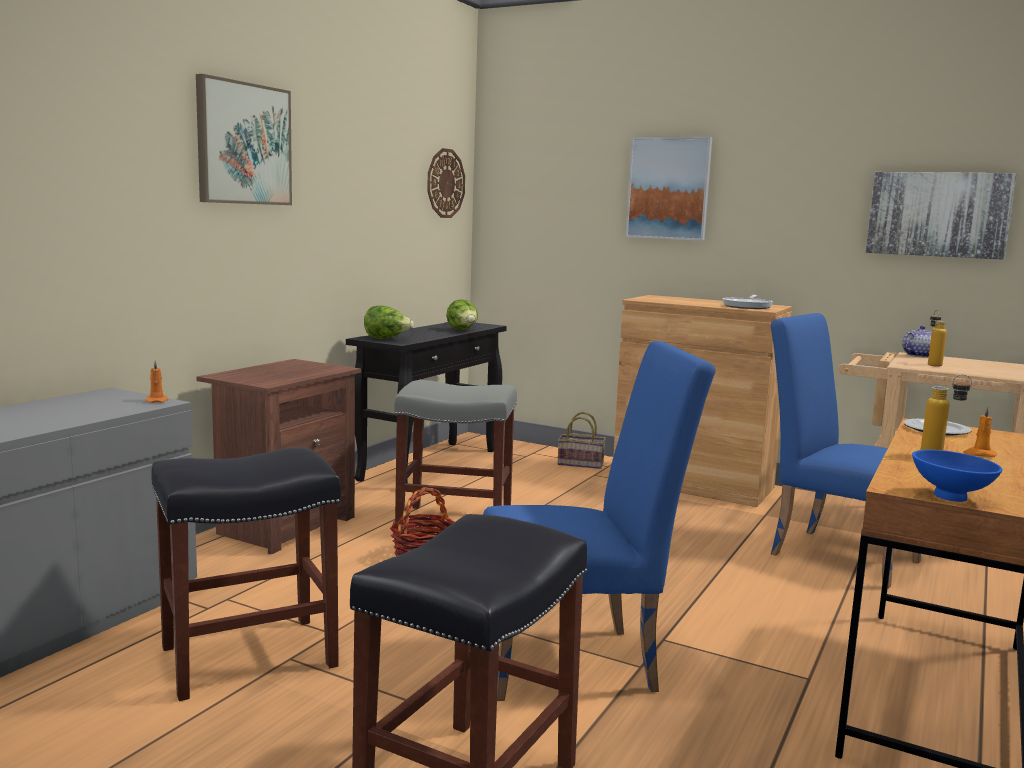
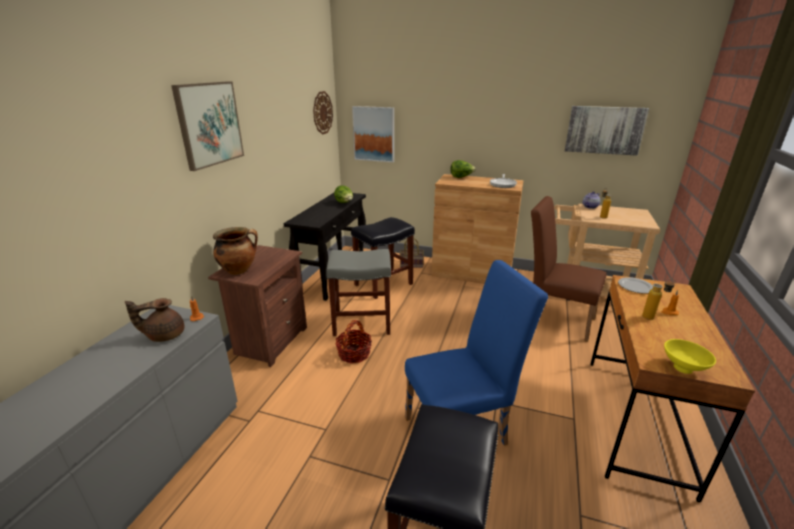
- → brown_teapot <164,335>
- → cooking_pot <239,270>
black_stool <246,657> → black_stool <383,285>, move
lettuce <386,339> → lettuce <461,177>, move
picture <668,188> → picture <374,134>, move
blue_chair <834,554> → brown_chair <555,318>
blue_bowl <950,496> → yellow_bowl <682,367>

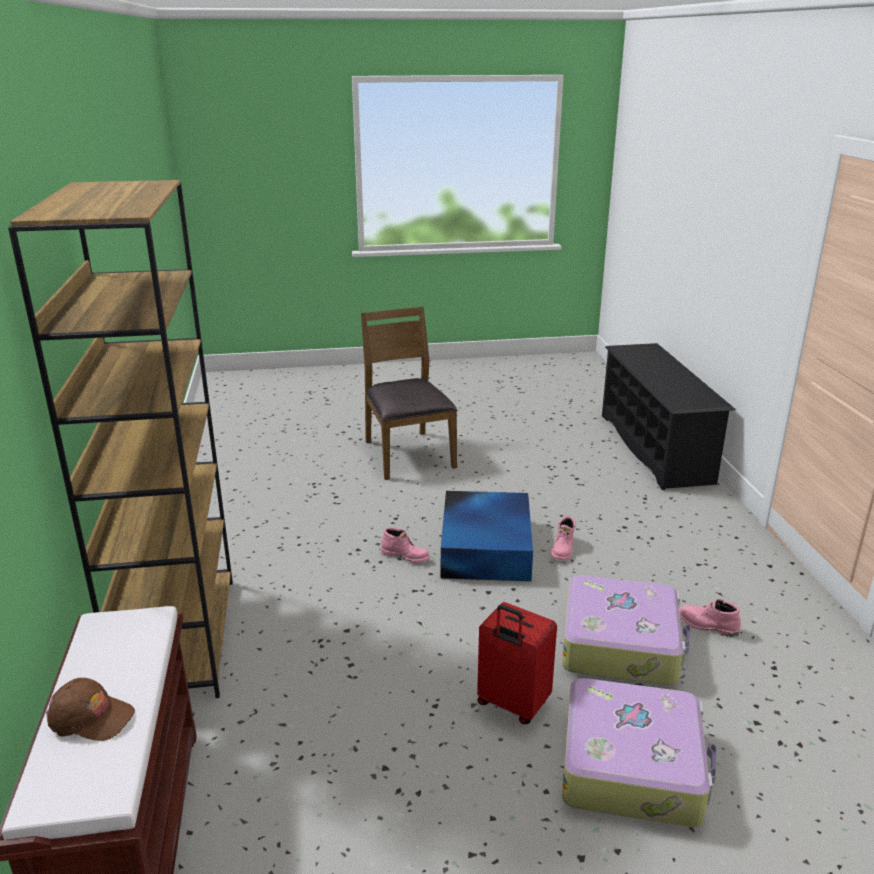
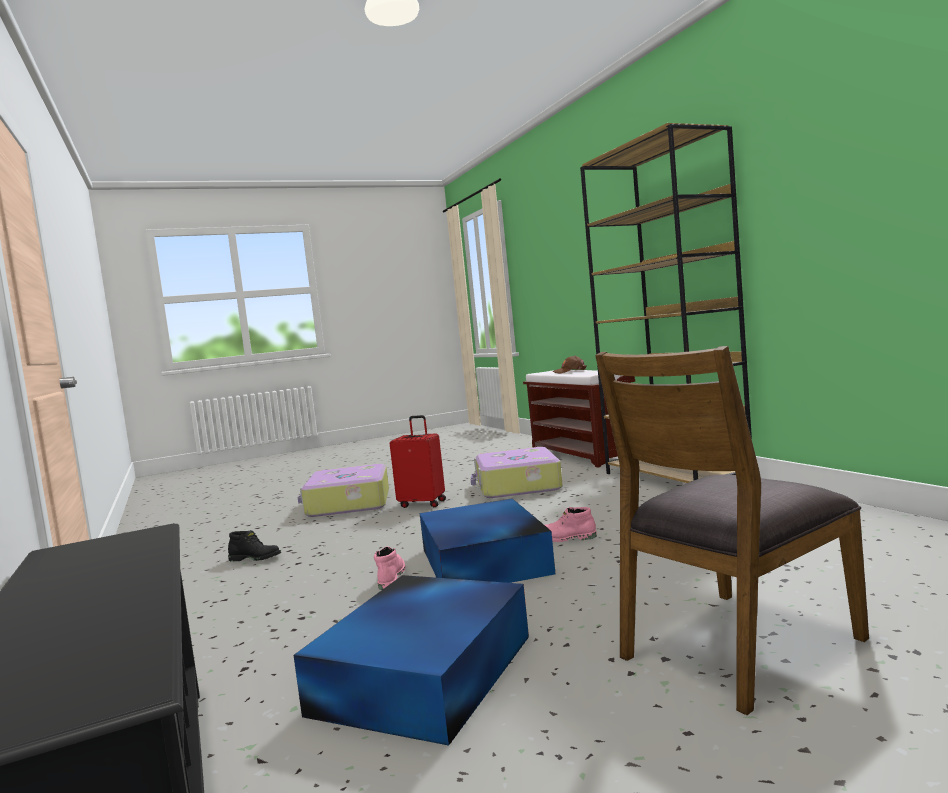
- → blue_storage_box <427,672>
suitcase <621,644> → suitcase <517,486>, move
pink_boot <707,626> → black_boot <256,558>
brown_chair <407,454> → brown_chair <737,647>, 90 degrees clockwise

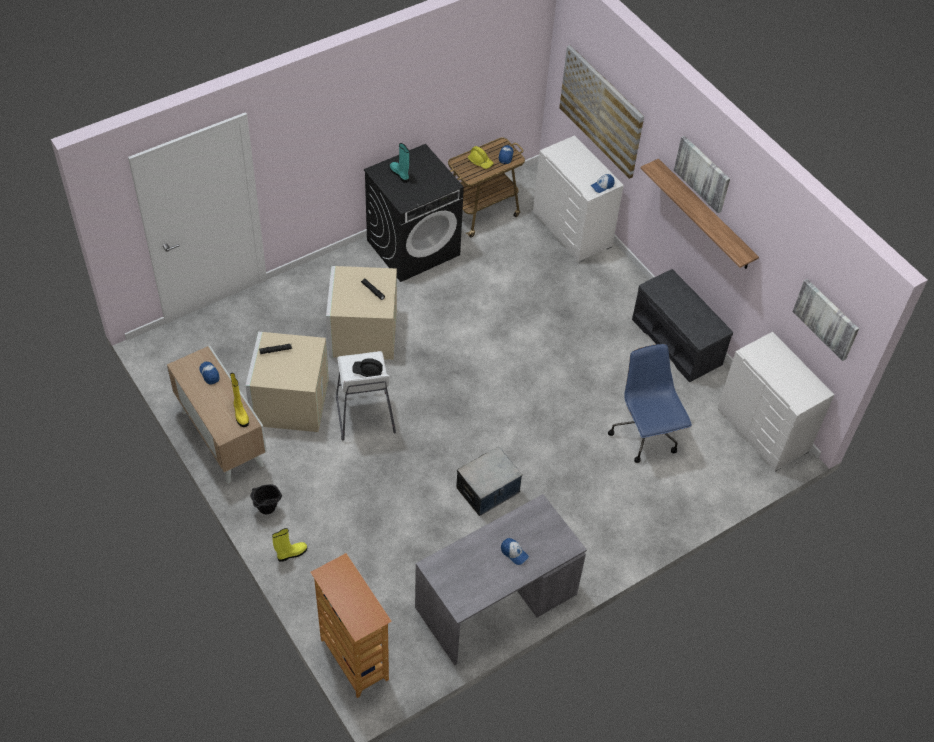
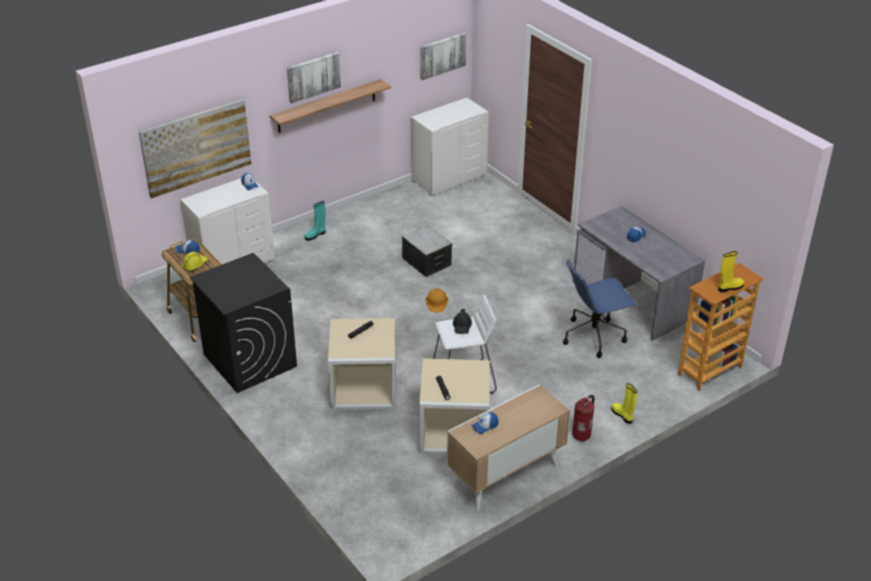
grey_bench <678,342> → -
- → orange_hard_hat <437,302>
yellow_boot <240,414> → yellow_boot <730,287>, move
turquoise_boot <400,174> → turquoise_boot <316,235>, move
storage_box <488,491> → storage_box <427,262>, move
blue_office_chair <645,435> → blue_office_chair <594,336>, move
black_bucket <267,511> → fire_extinguisher <582,435>

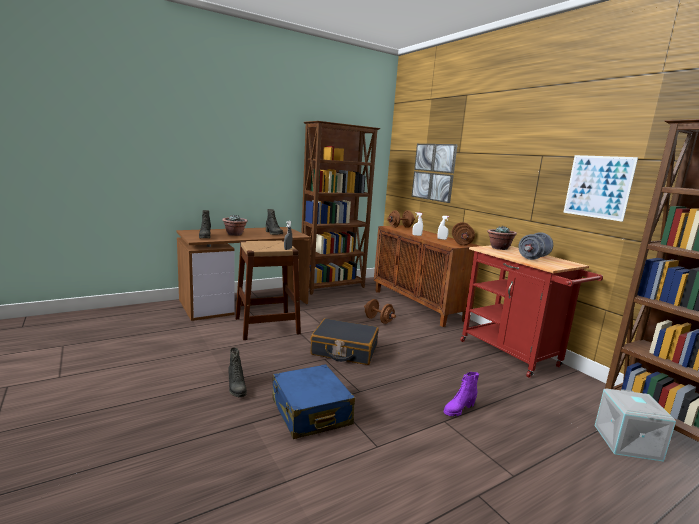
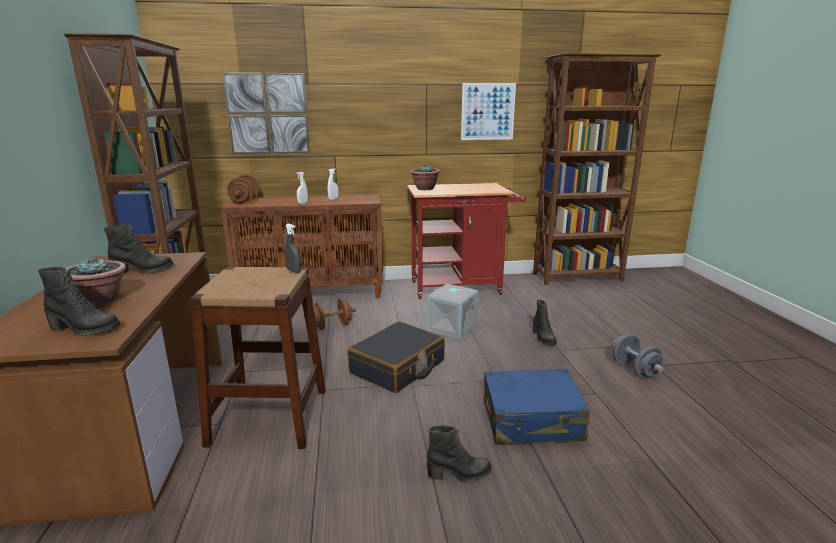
brown_dumbbell <461,243> → -
grey_dumbbell <533,257> → grey_dumbbell <635,369>, move
grey_storage_box <625,442> → grey_storage_box <451,327>, move
purple_boot <458,409> → black_boot <543,338>

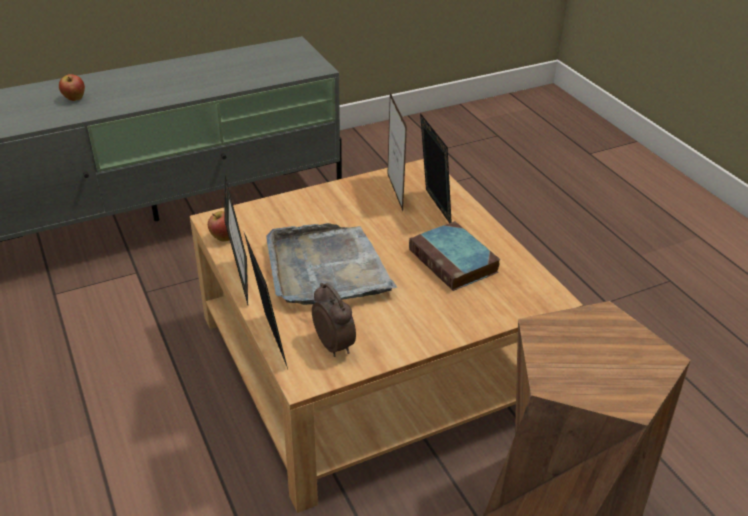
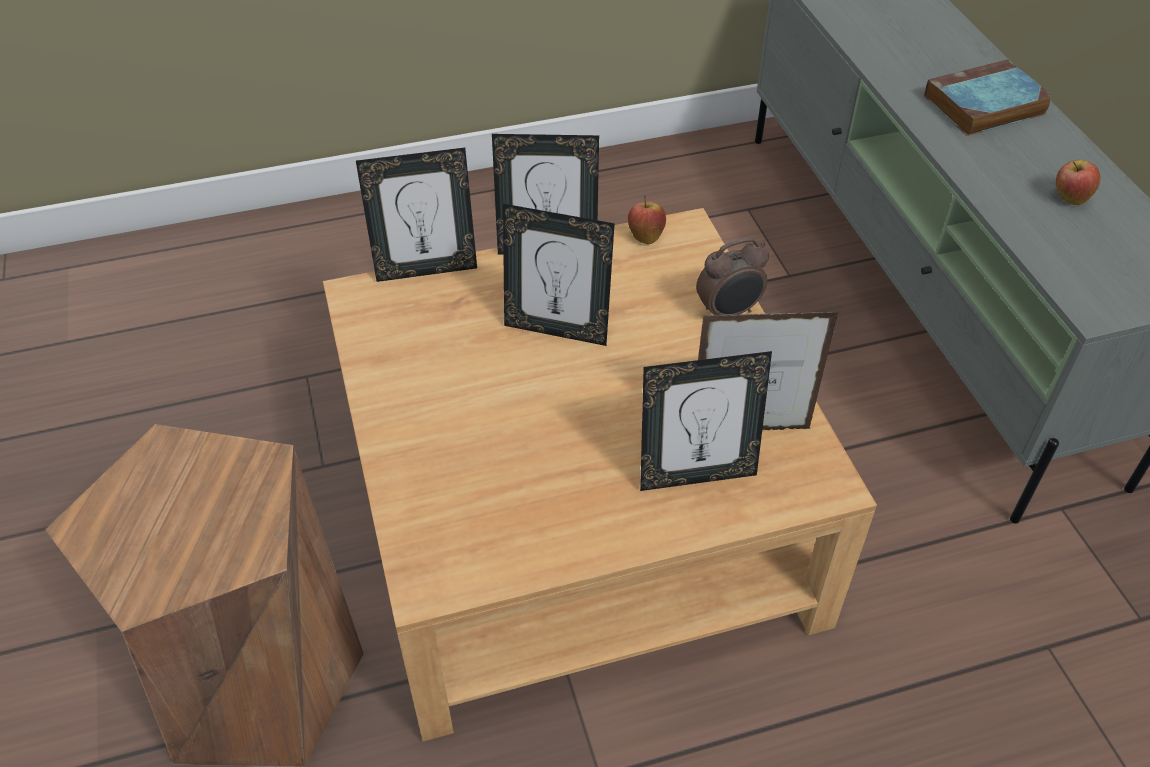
apple <74,99> → apple <1070,199>, move
alarm_clock <334,345> → alarm_clock <729,312>, move
book <455,262> → book <983,106>, move
grey_tray <326,268> → picture_frame <557,329>

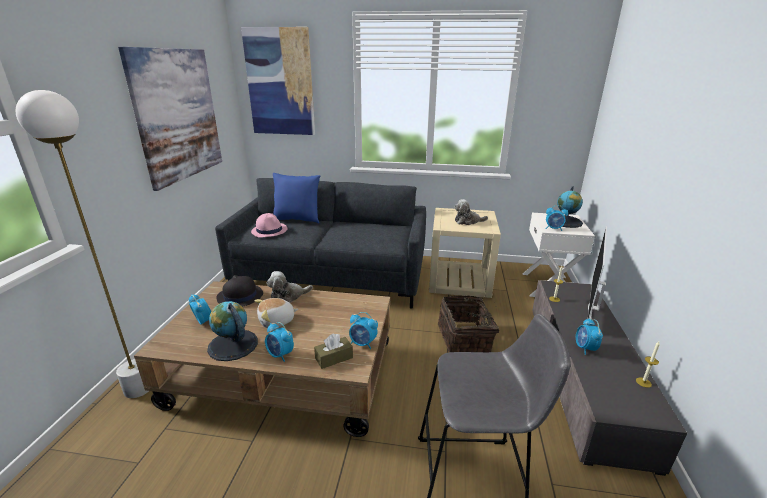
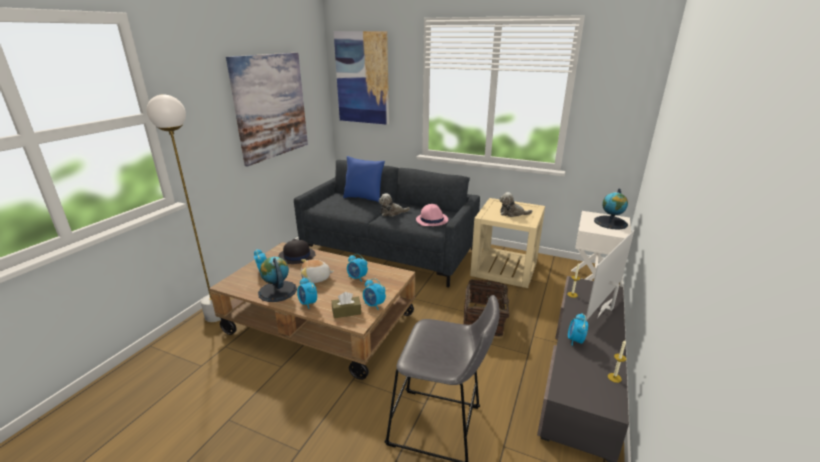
pink_hat <269,230> → pink_hat <432,220>, move
plush_toy <288,296> → plush_toy <392,213>, move
alarm_clock <554,229> → alarm_clock <357,278>, move

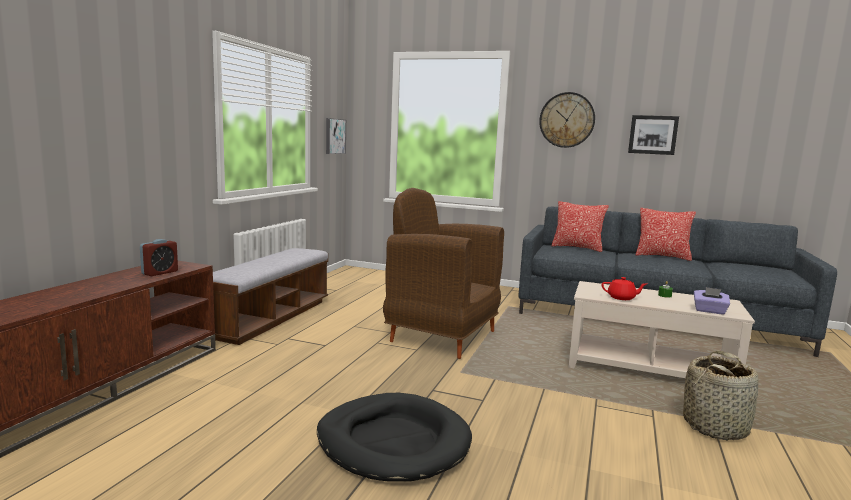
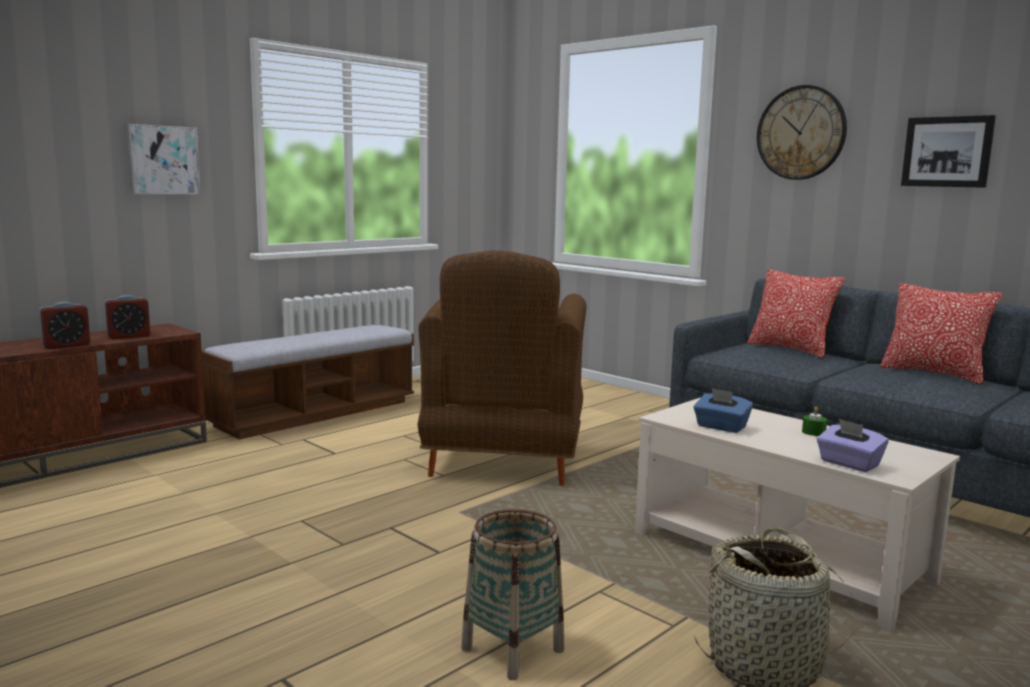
black_dog_bed <393,442> → -
- → alarm_clock <66,345>
- → basket <512,649>
picture <334,136> → picture <163,160>, move
red_teapot <622,298> → blue_tissue_box <721,427>
brown_armchair <441,336> → brown_armchair <503,463>, 135 degrees counterclockwise

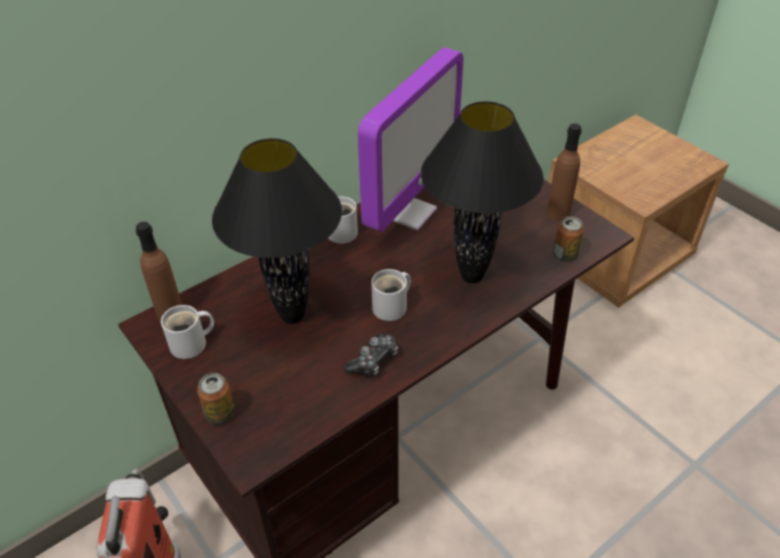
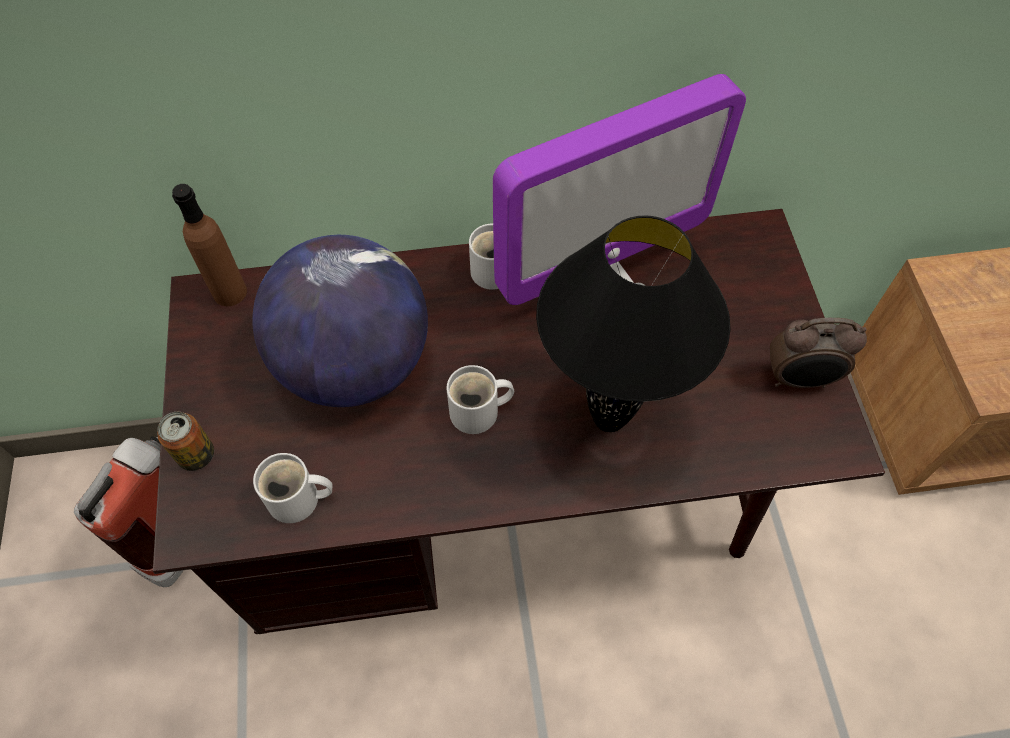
game_controller <373,361> → -
can <564,255> → -
white_mug <192,344> → white_mug <298,501>, move
black_table_lamp <291,317> → globe <354,364>
brown_bottle <558,214> → alarm_clock <799,379>

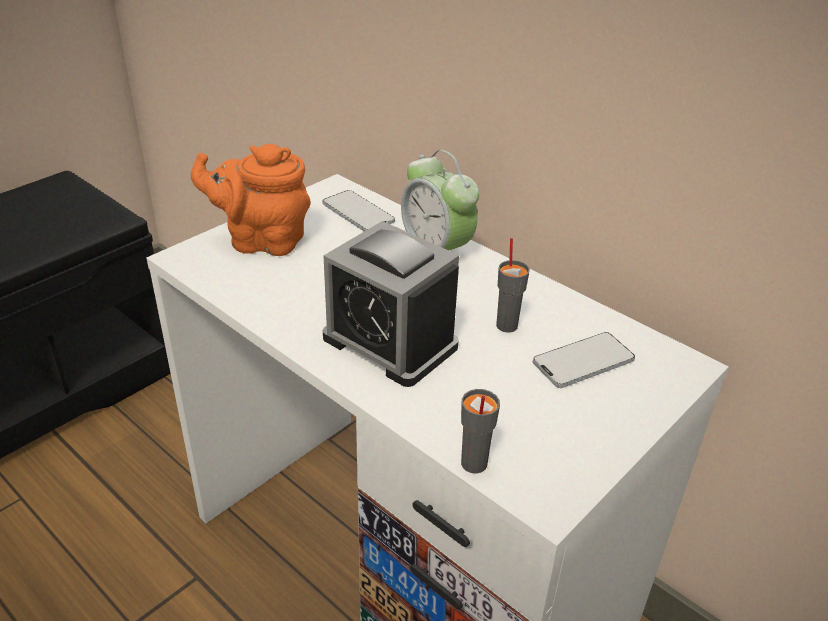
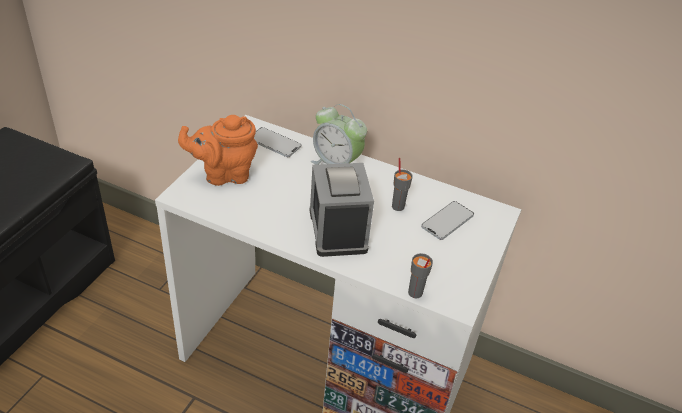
alarm_clock <390,342> → alarm_clock <337,230>, 60 degrees clockwise

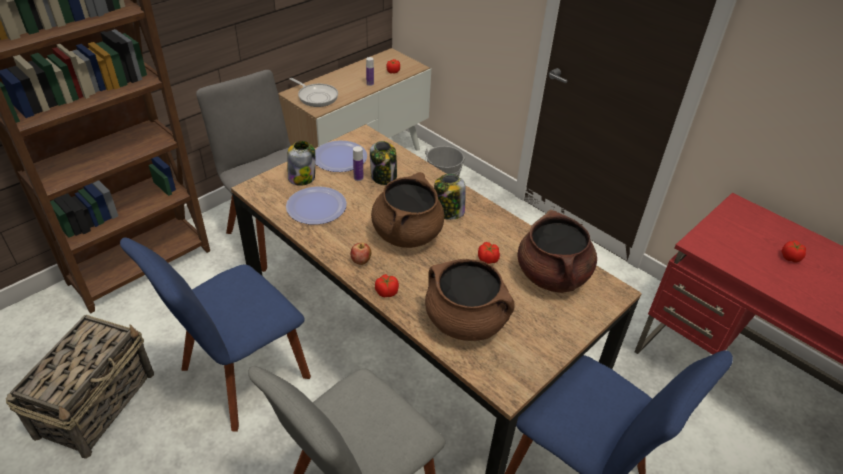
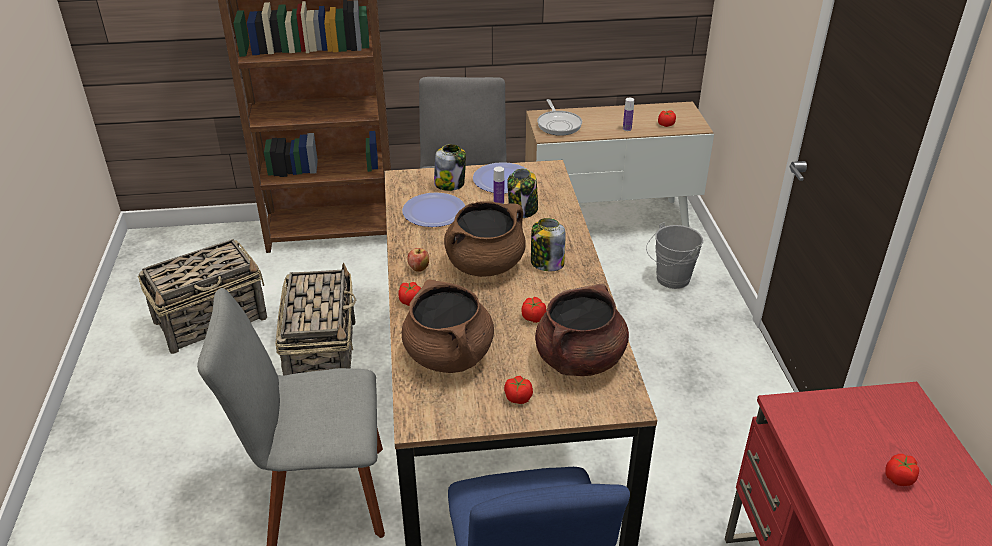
- → tomato <518,398>
blue_chair <240,377> → basket <323,354>

